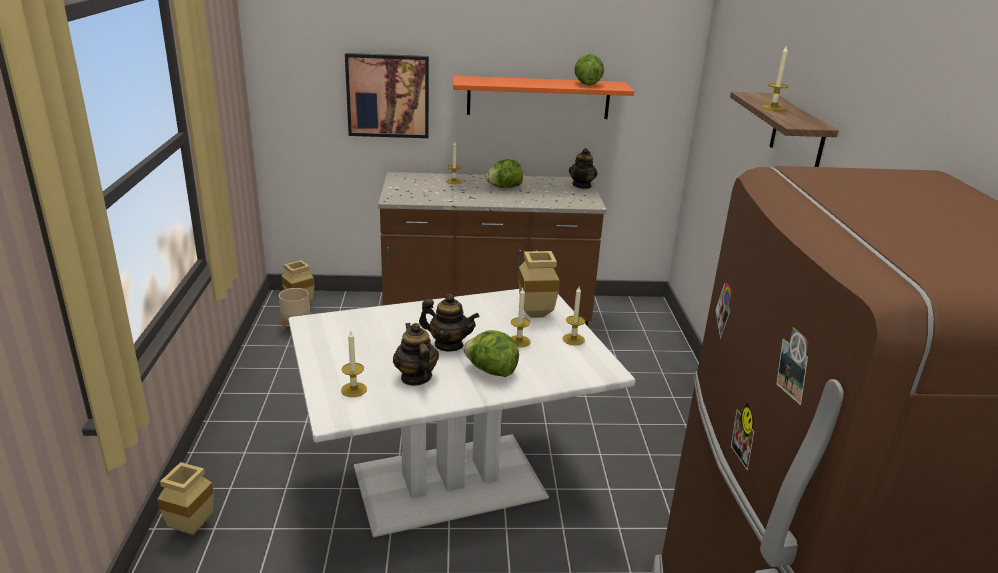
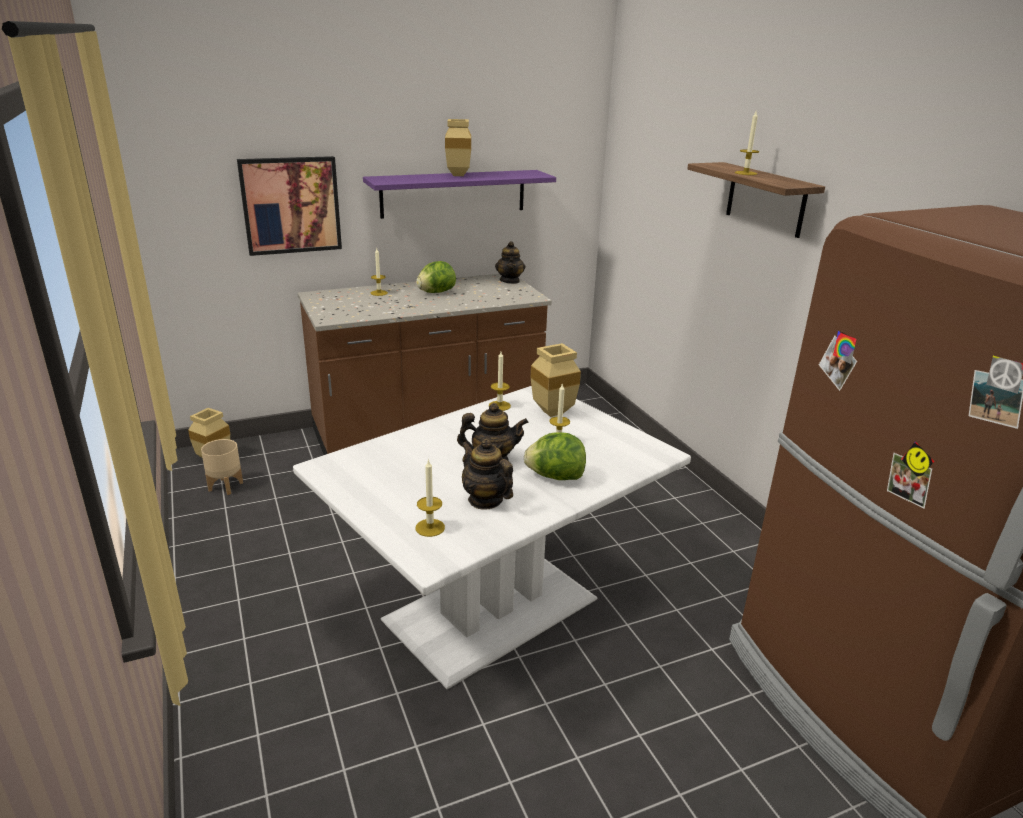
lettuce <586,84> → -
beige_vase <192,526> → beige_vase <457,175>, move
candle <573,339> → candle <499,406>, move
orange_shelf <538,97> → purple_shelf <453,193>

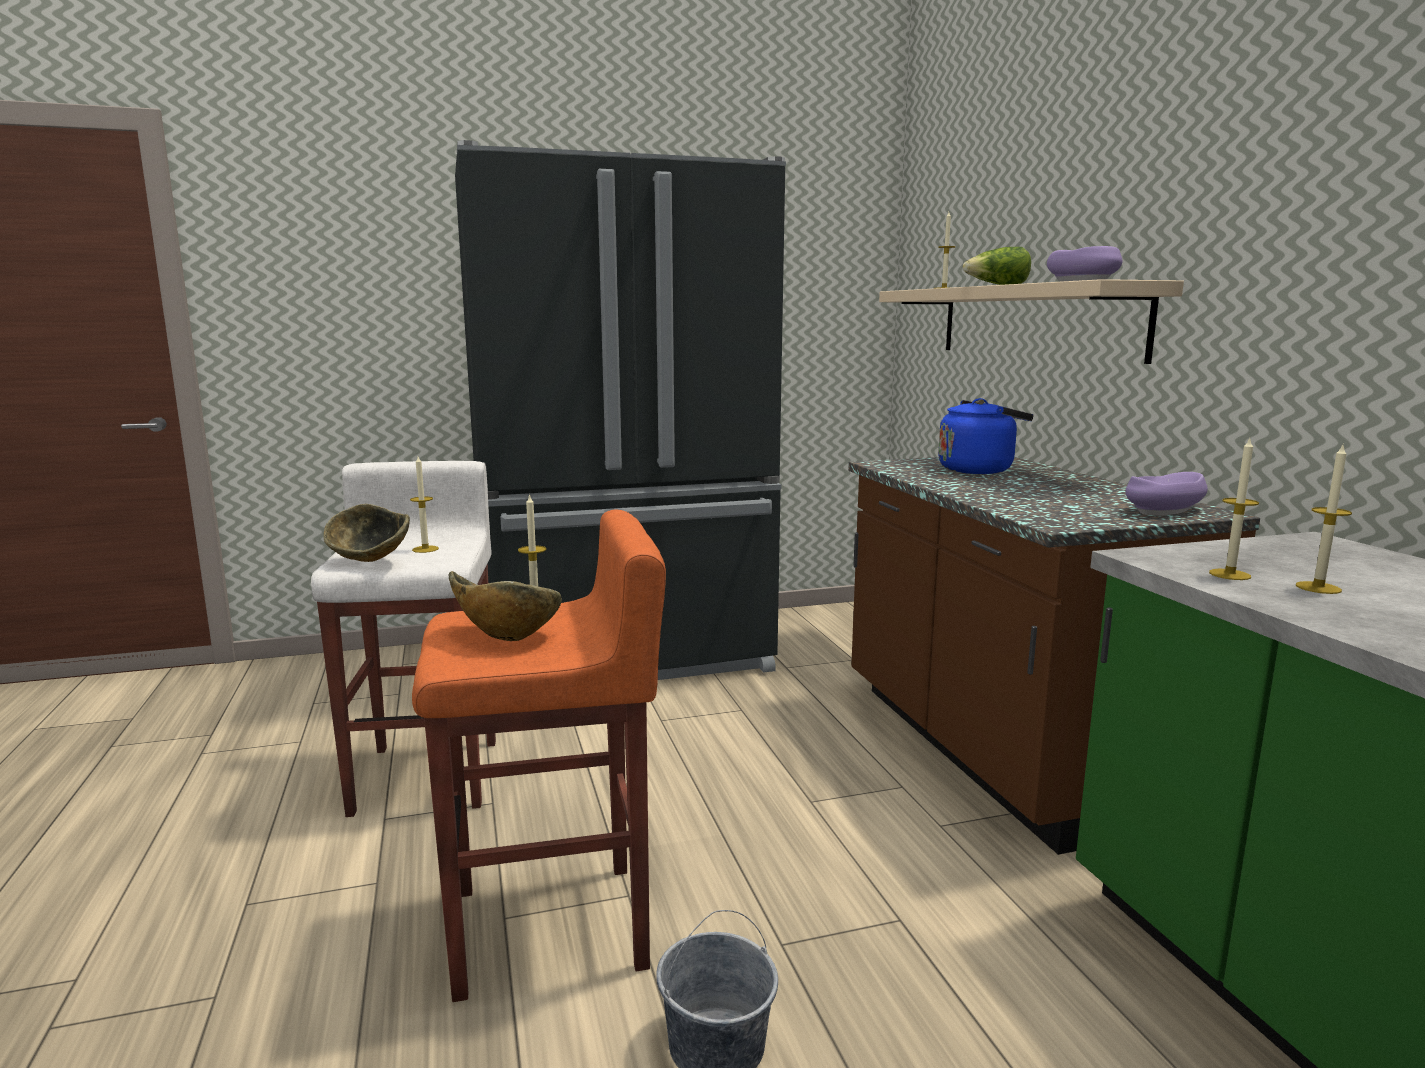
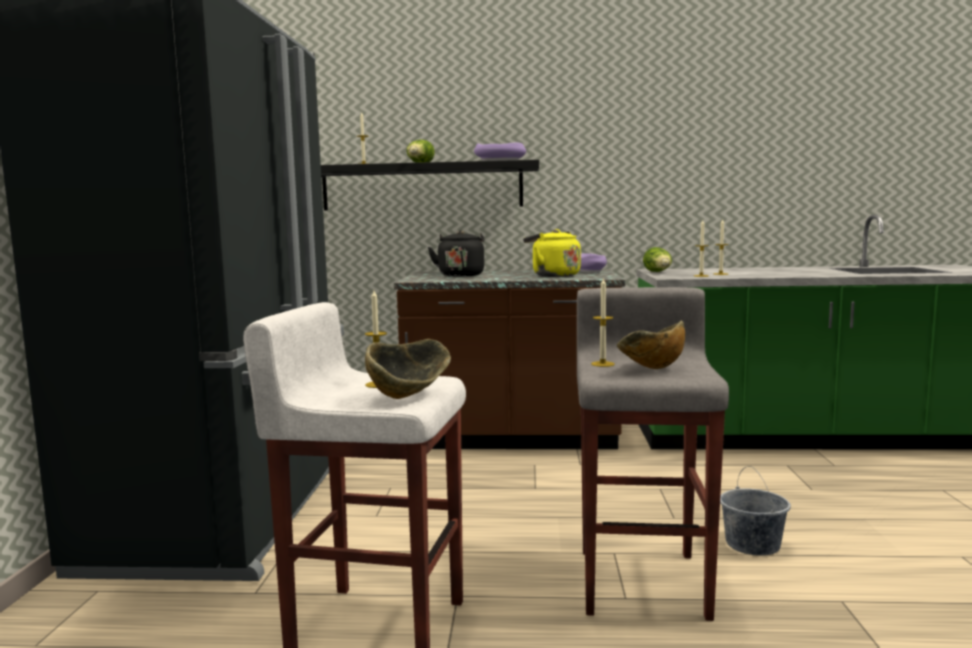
- → yellow_kettle <553,275>
- → lettuce <658,272>
orange_stool <552,929> → grey_stool <643,581>
beige_shelf <1035,321> → black_shelf <422,187>
blue_kettle <979,470> → black_kettle <461,275>

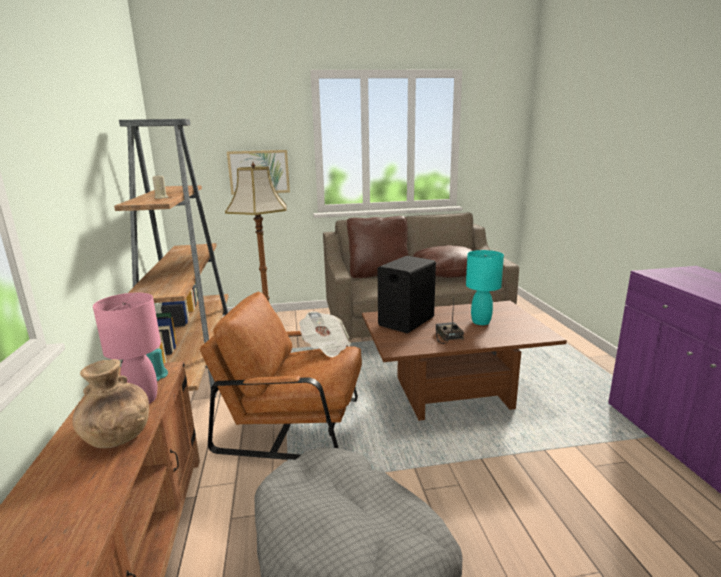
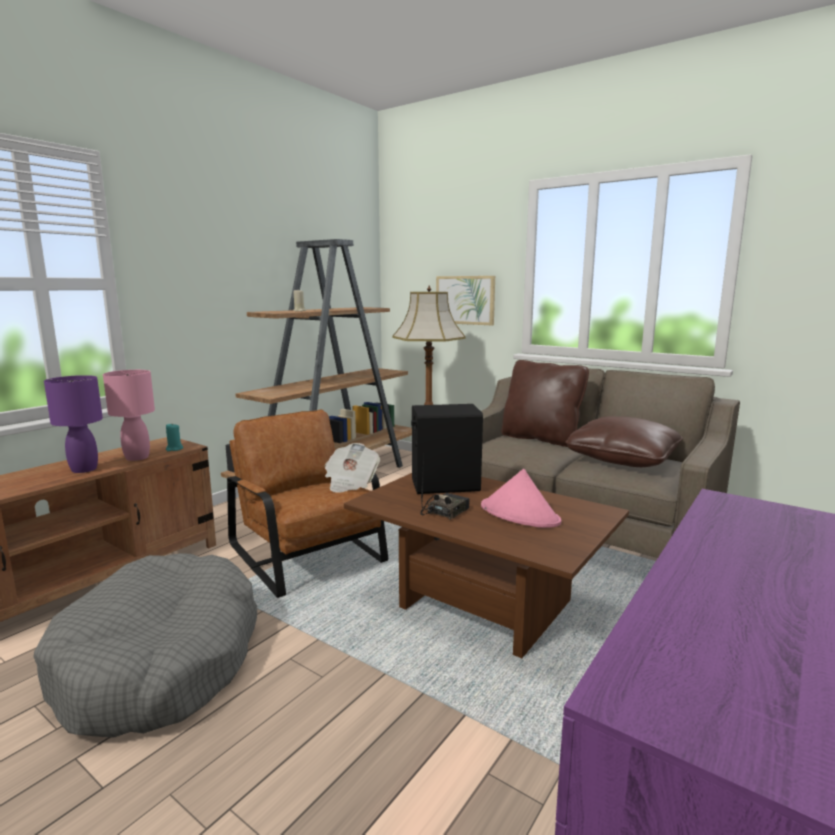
brown_vase <117,437> → purple_table_lamp <83,469>
turquoise_table_lamp <481,322> → pink_hat <520,514>

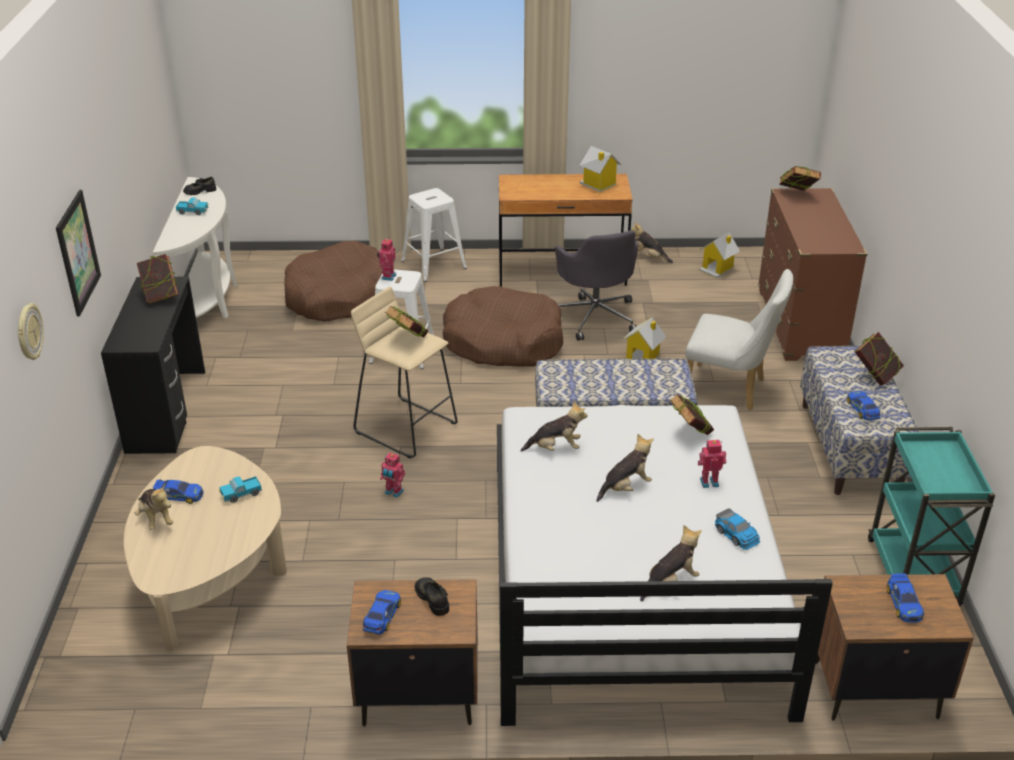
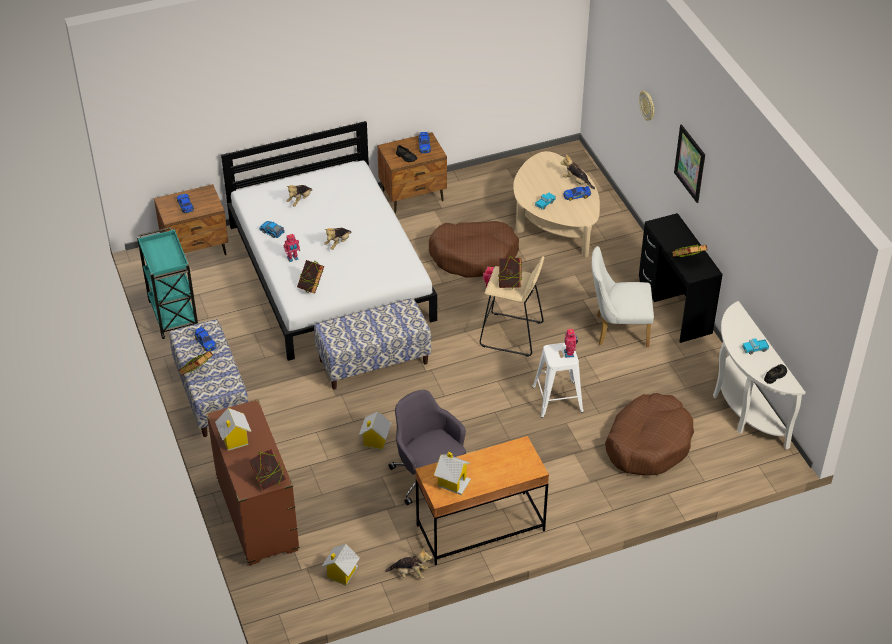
white_stool <434,264> → -
plush_toy <555,448> → -
- → toy_house <234,440>
brown_dog_bed <503,342> → brown_dog_bed <474,256>, move
white_chair <730,389> → white_chair <617,330>, move

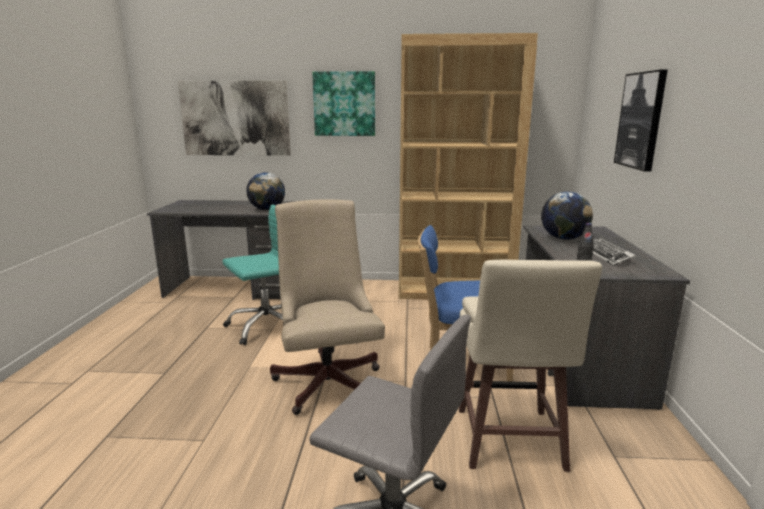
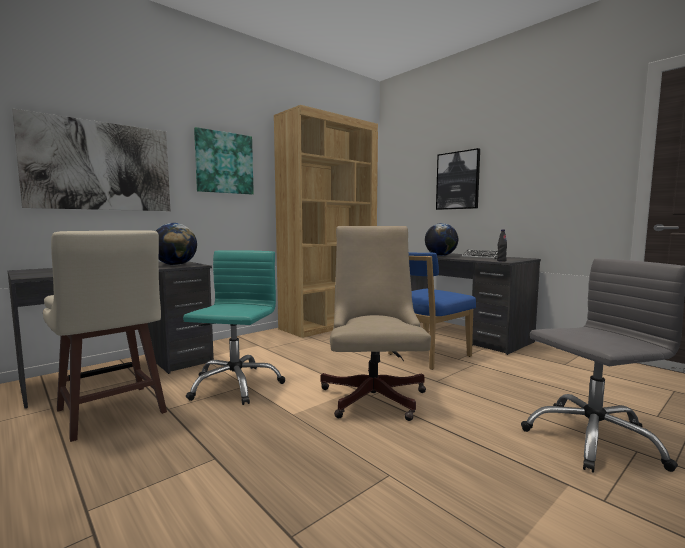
beige_stool <508,441> → beige_stool <111,413>, move
beige_office_chair <328,379> → beige_office_chair <374,394>, 60 degrees clockwise

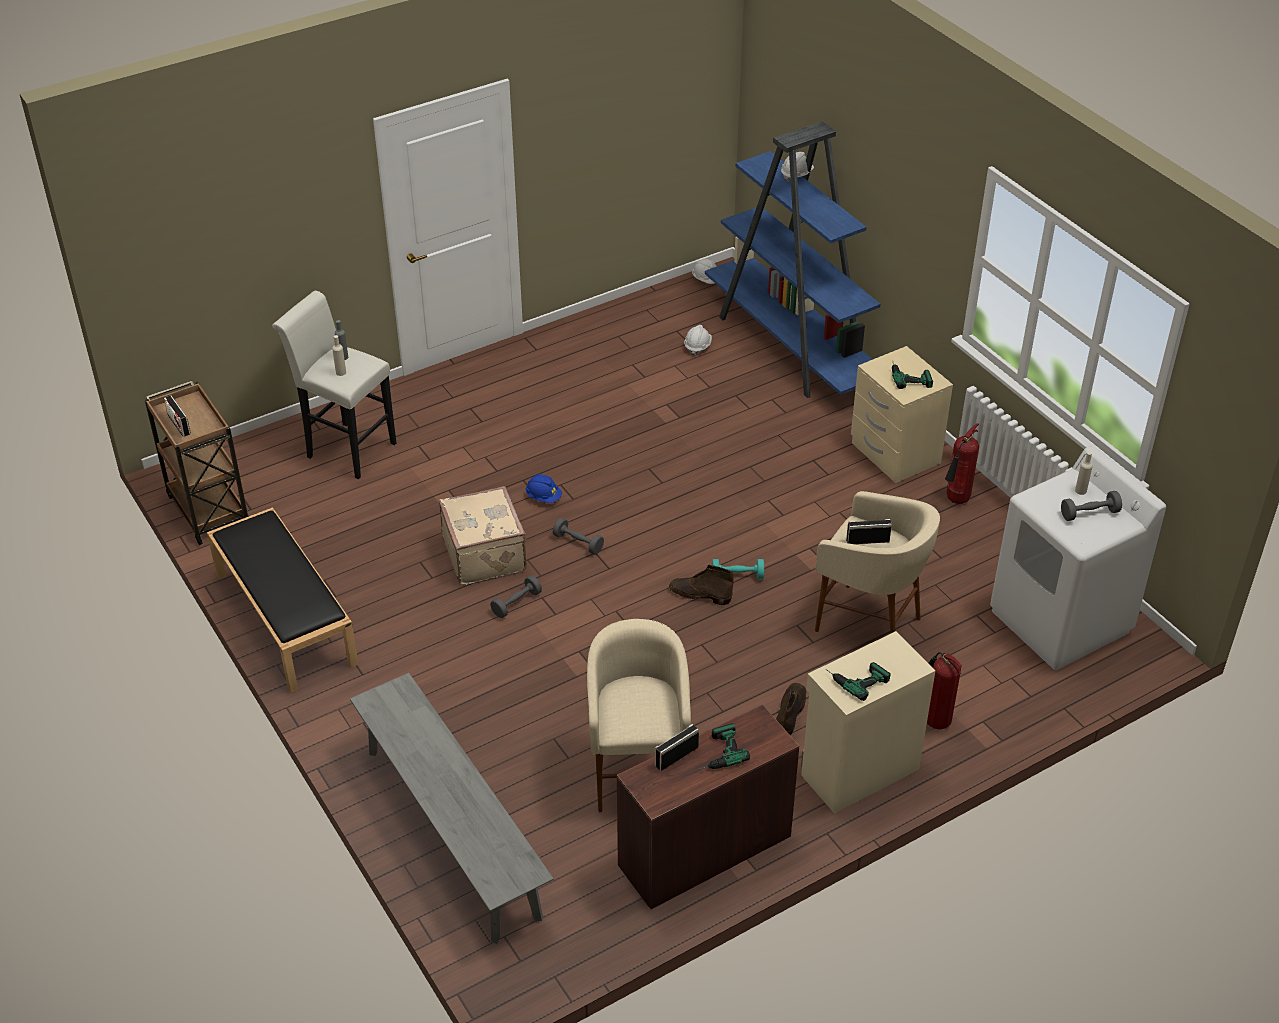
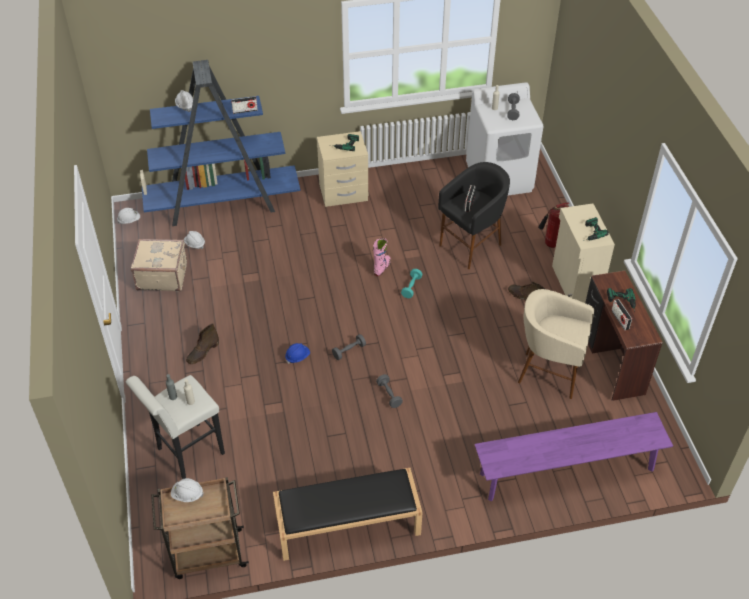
fire_extinguisher <956,501> → -
- → white_hard_hat <187,495>
- → pink_boot <382,268>
radio <179,424> → radio <245,110>, move
beige_suitcase <486,554> → beige_suitcase <162,276>, move
brown_boot <699,594> → brown_boot <202,352>, move
grey_bench <452,832> → purple_bench <566,472>
beige_stool <869,623> → black_stool <471,246>

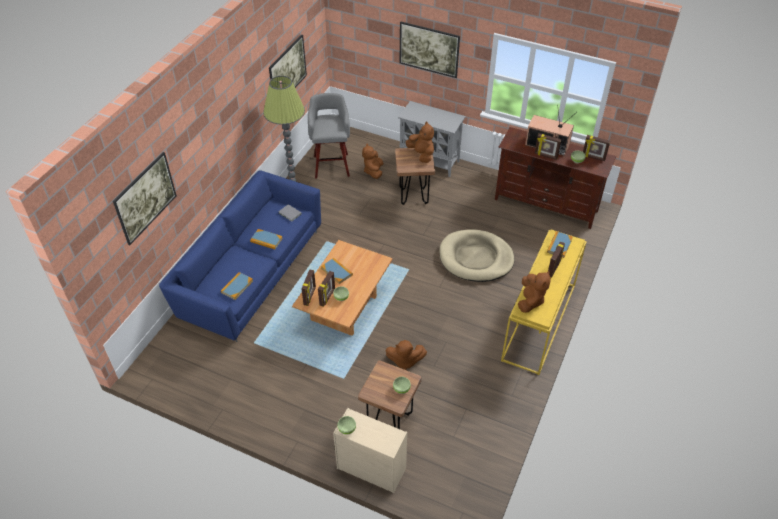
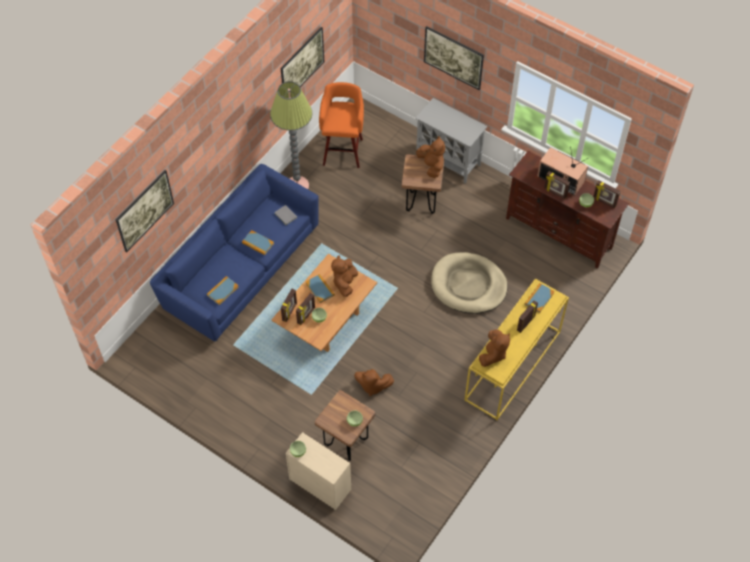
brown_plush_toy <373,171> → brown_plush_toy <345,283>, move
grey_stool <331,165> → orange_stool <343,150>

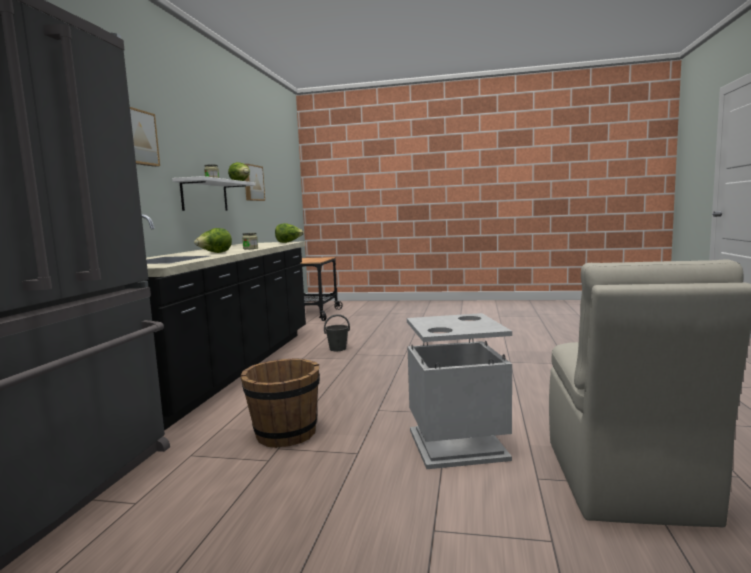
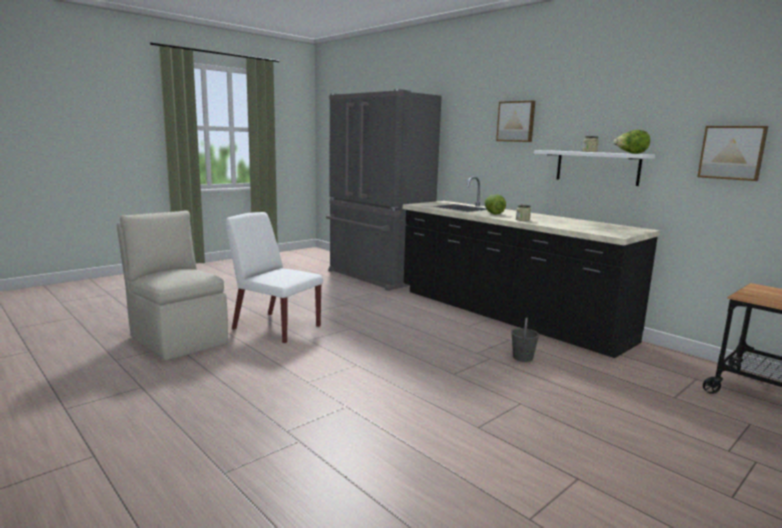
brown_bucket <285,434> → -
lettuce <288,242> → -
grey_trash_can <456,445> → white_chair <275,327>

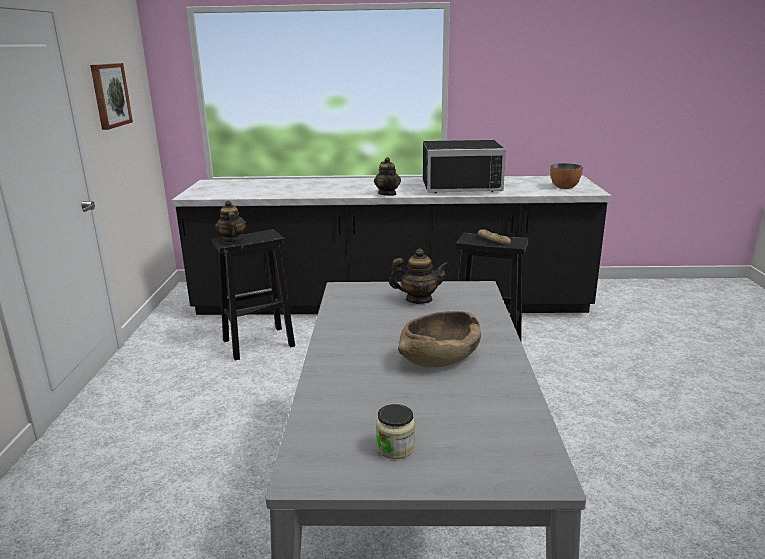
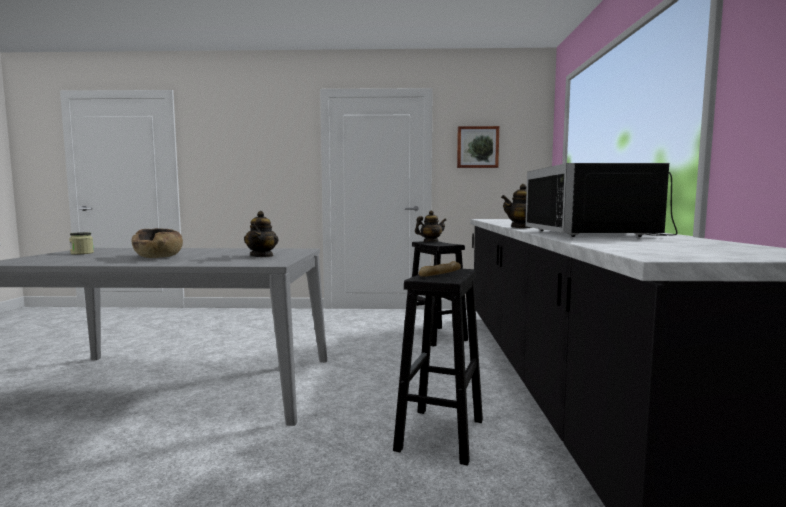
bowl <564,187> → -

